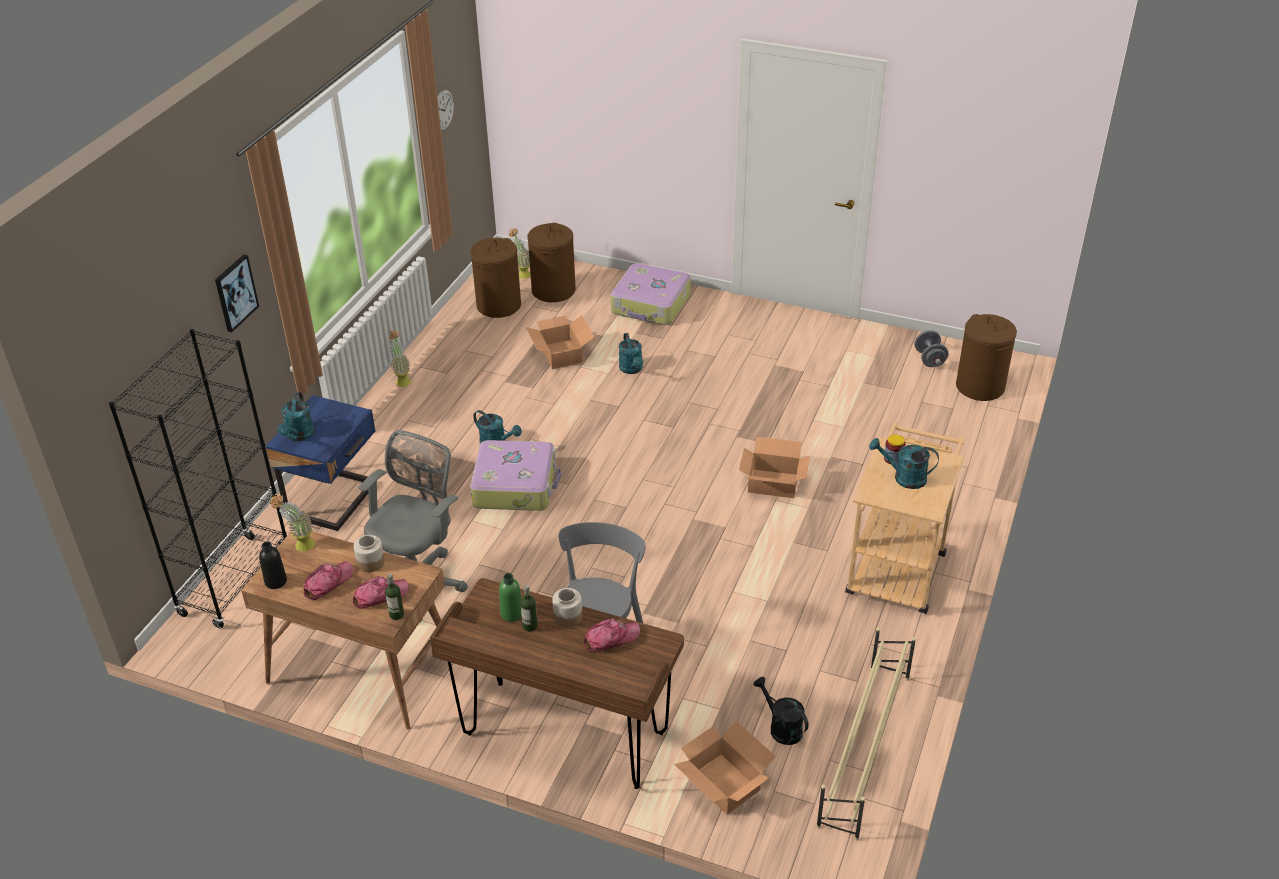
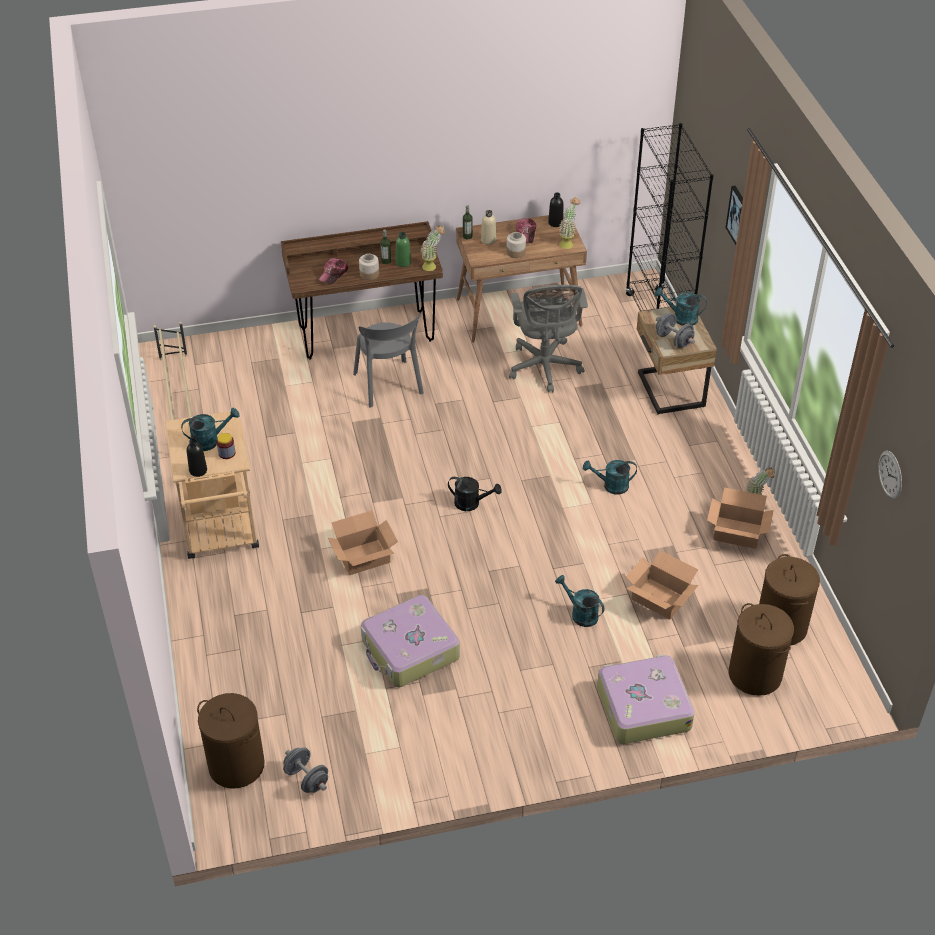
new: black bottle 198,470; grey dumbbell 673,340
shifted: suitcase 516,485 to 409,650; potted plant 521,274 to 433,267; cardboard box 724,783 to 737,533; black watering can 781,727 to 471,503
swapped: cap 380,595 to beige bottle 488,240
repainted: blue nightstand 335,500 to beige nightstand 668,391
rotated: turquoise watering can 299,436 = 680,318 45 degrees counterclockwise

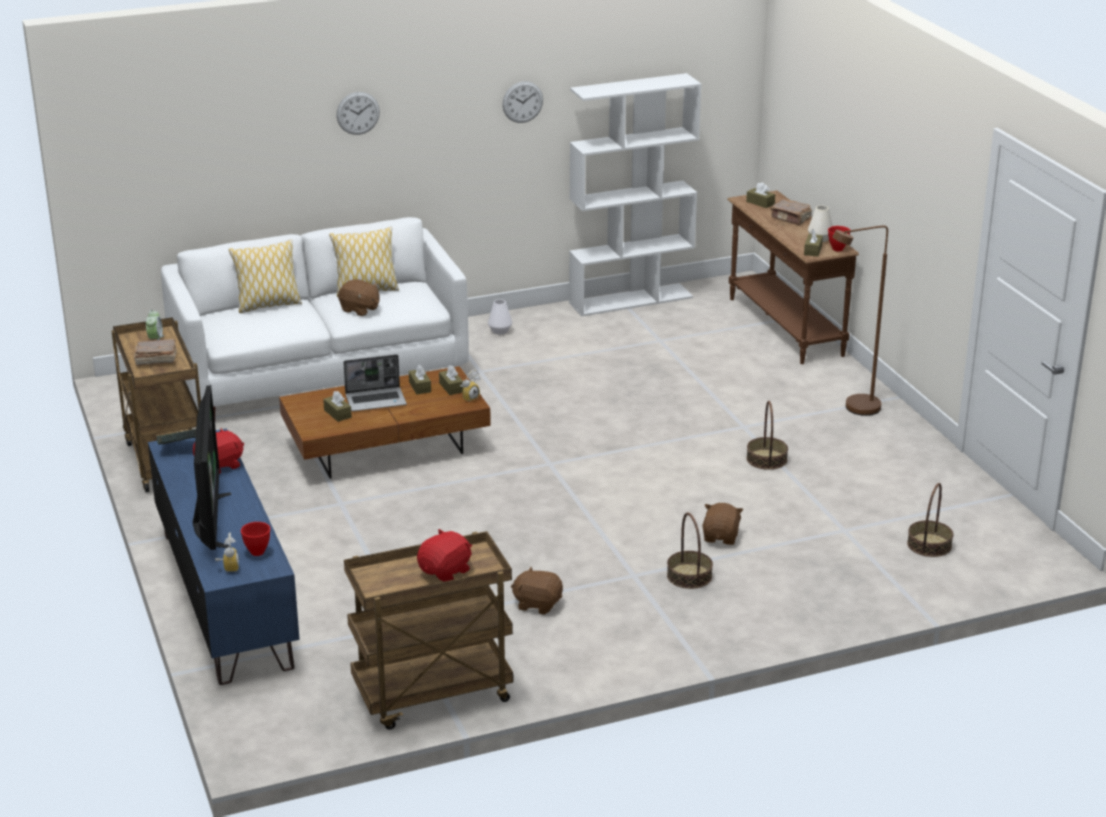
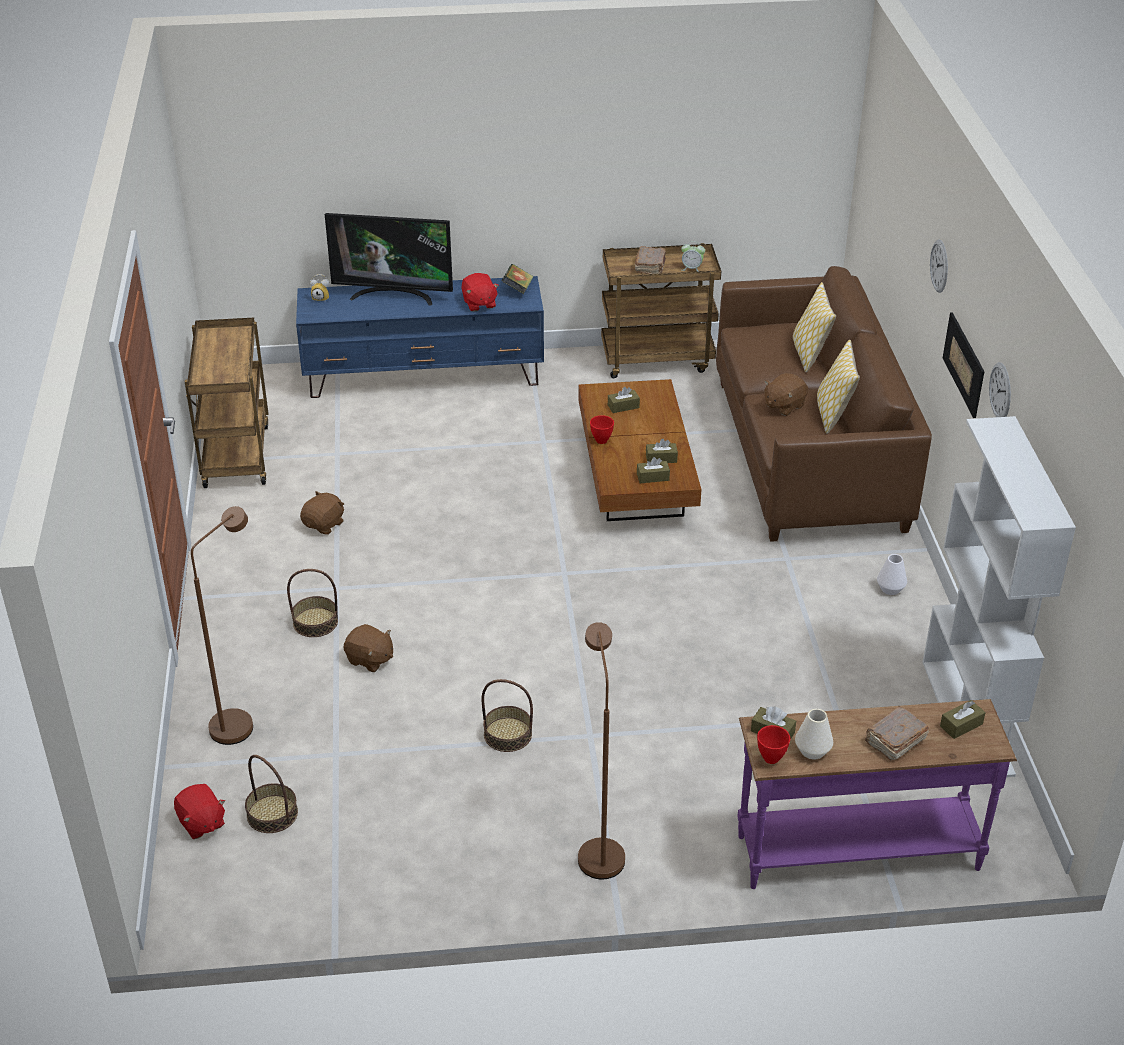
gone: laptop 376,400; alarm clock 469,398
new: brown floor lamp 239,721; picture 964,364
shifted: red bowl 258,552 to 601,441; red plush toy 446,571 to 201,823
repainted: white sofa 320,373 to brown sofa 809,454; brown console table 784,327 to purple console table 857,850

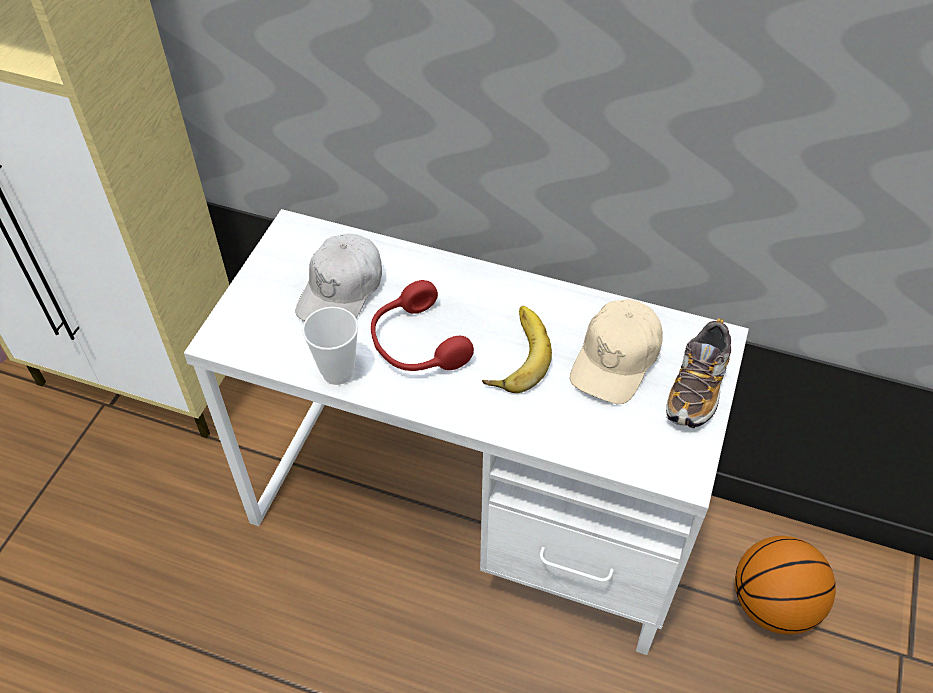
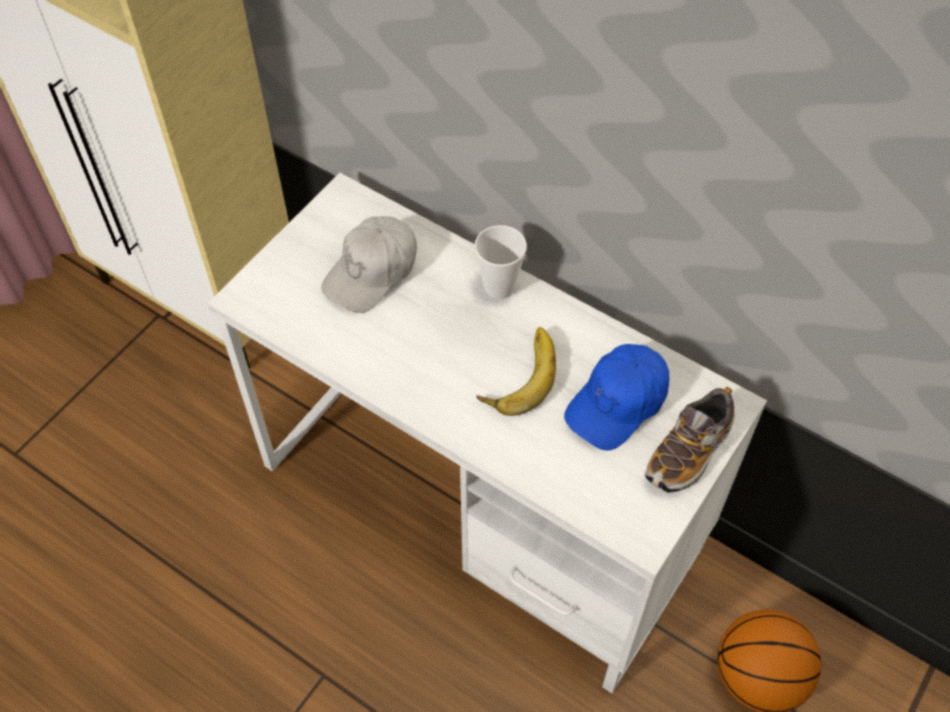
gone: red headphones 415,344
shifted: cup 337,372 to 499,287
repainted: beige cap 616,359 to blue cap 618,403

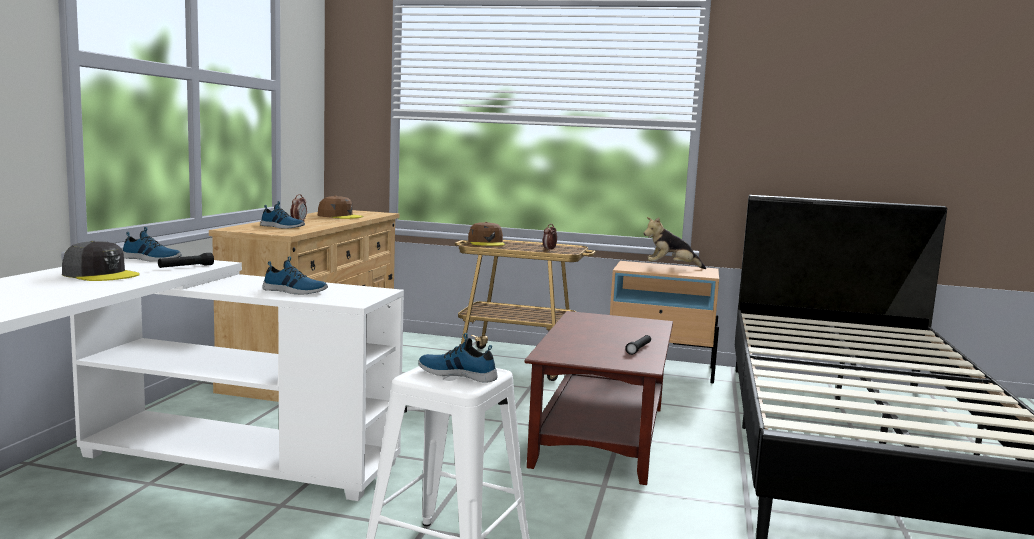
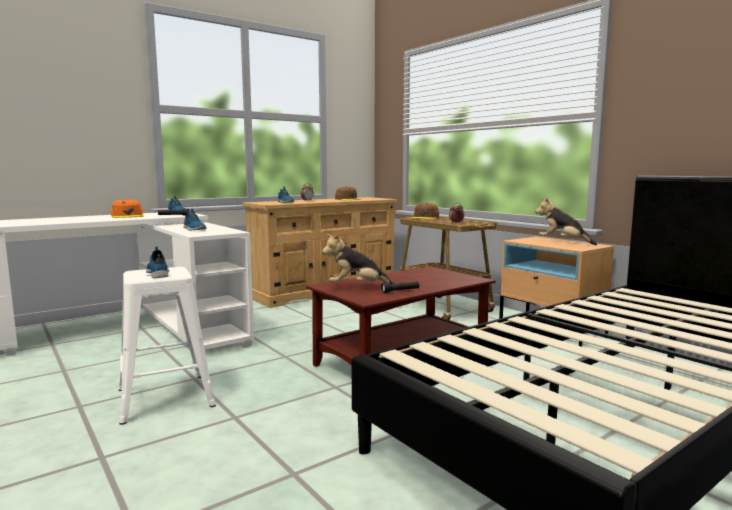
new: plush toy 357,287
repainted: grey cap 101,274 to orange cap 127,216

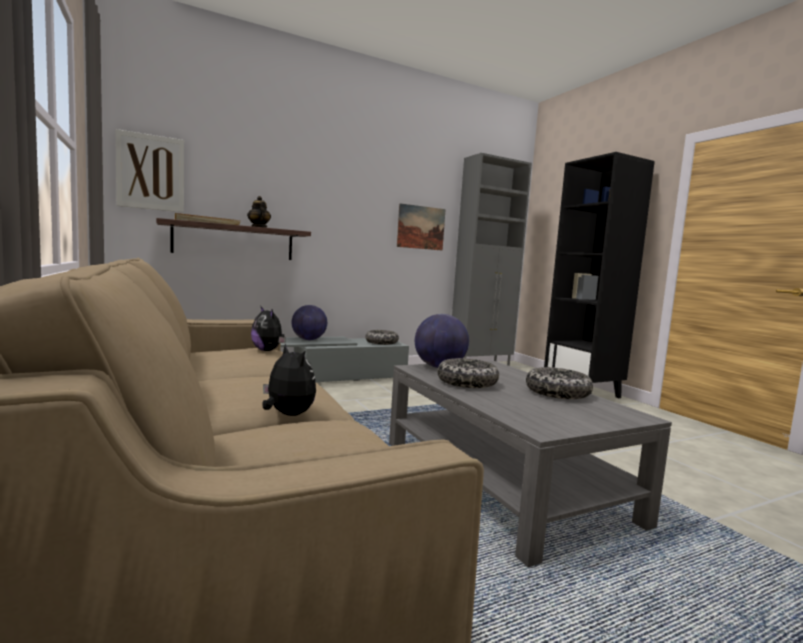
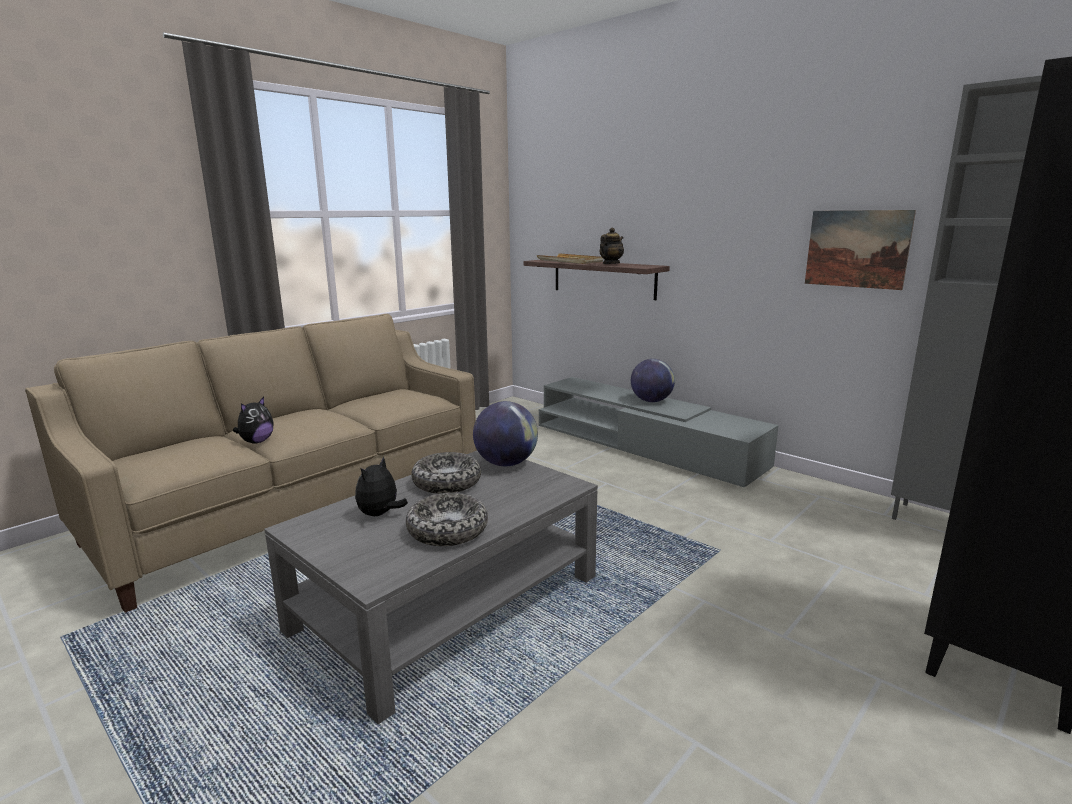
gone: picture 151,172; bowl 381,342
shifted: plush toy 268,350 to 380,514

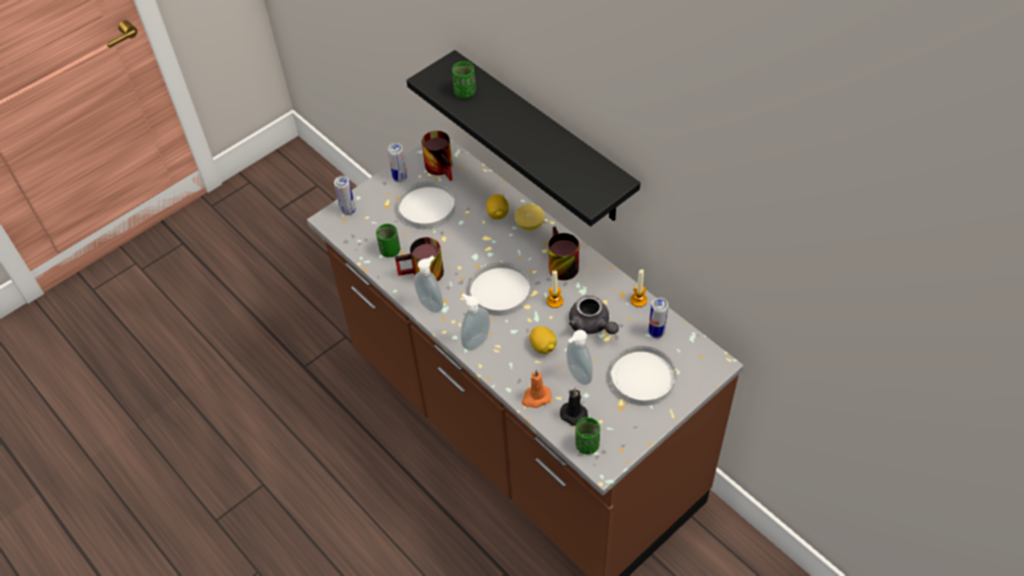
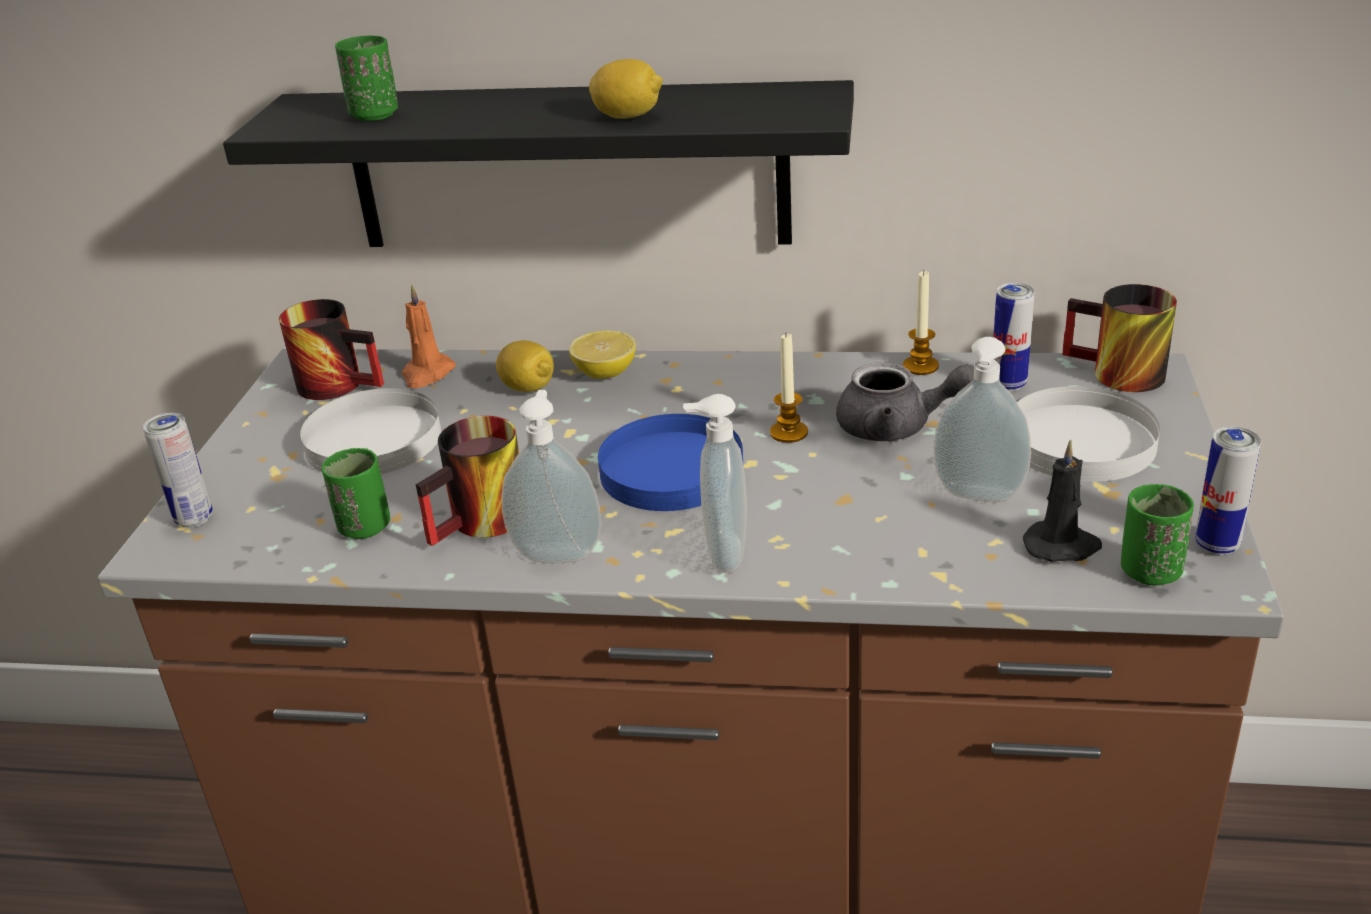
shifted: can 400,178 to 1217,545; orange candle 536,397 to 427,374; lemon 543,347 to 628,116; mug 559,264 to 1114,375
repainted: white plate 500,291 to blue plate 672,469

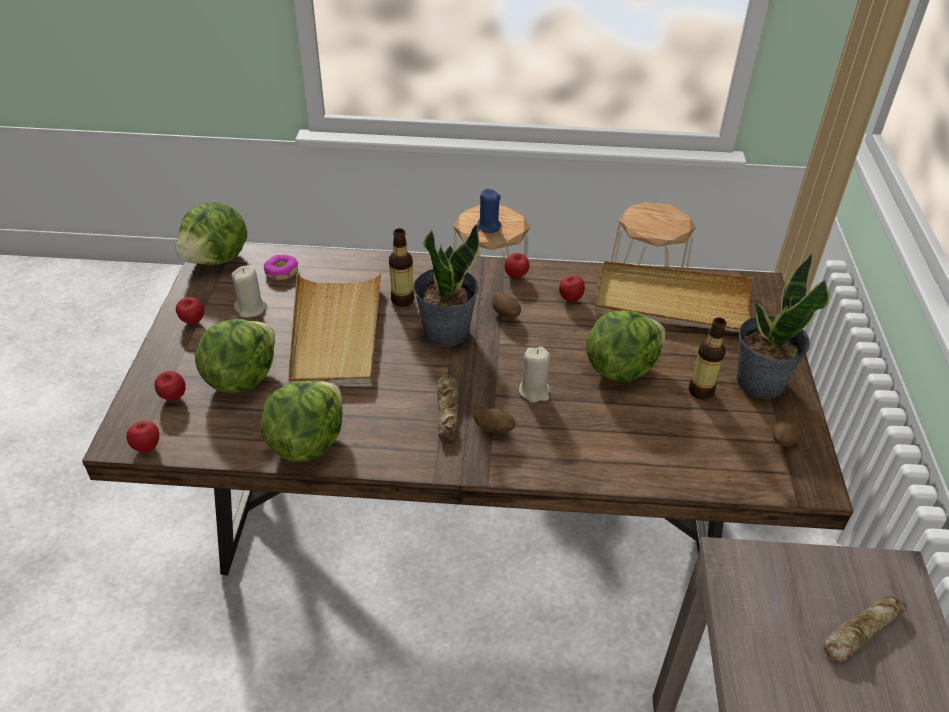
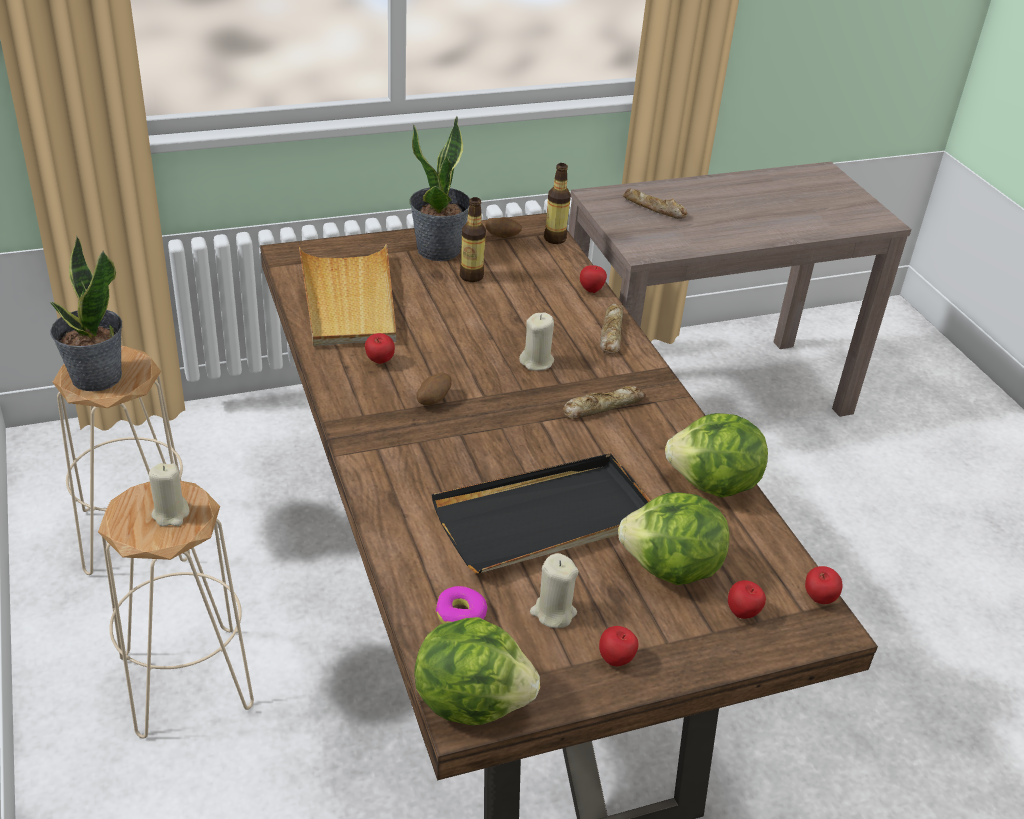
gone: potato 494,429; lettuce 620,367
new: bread 610,333
shifted: bottle 402,300 to 555,239; potted plant 445,331 to 96,377; apple 516,277 to 591,290
repainted: beige tray 335,333 to black tray 546,519; blue candle 488,226 to beige candle 171,514

